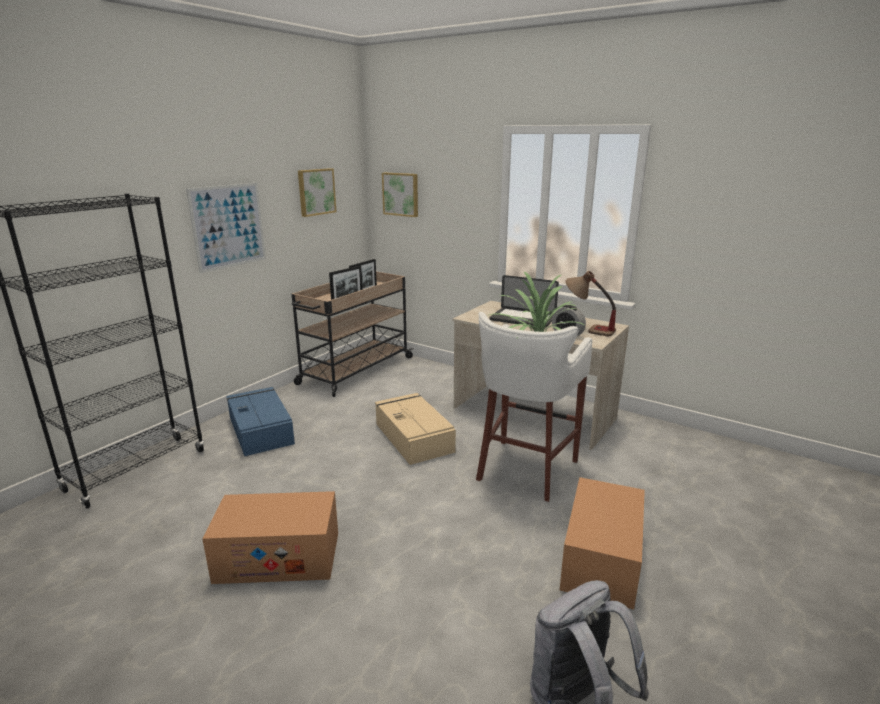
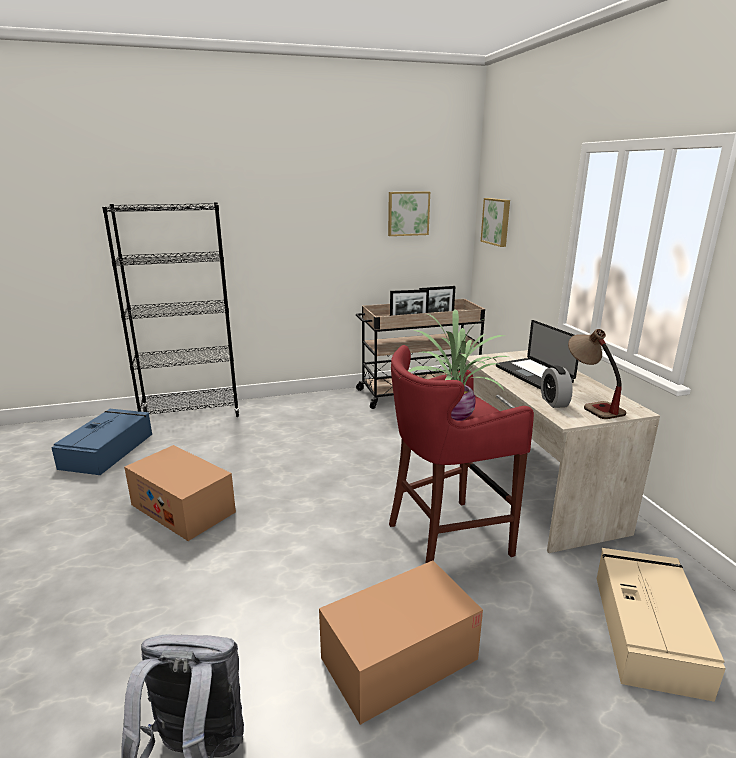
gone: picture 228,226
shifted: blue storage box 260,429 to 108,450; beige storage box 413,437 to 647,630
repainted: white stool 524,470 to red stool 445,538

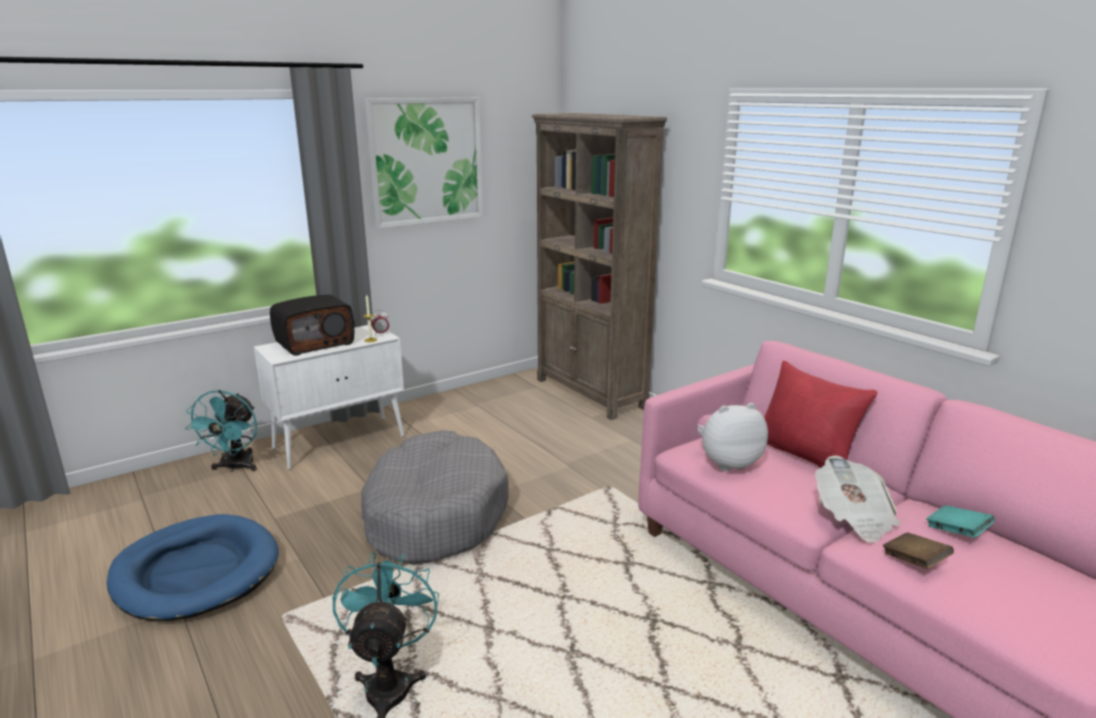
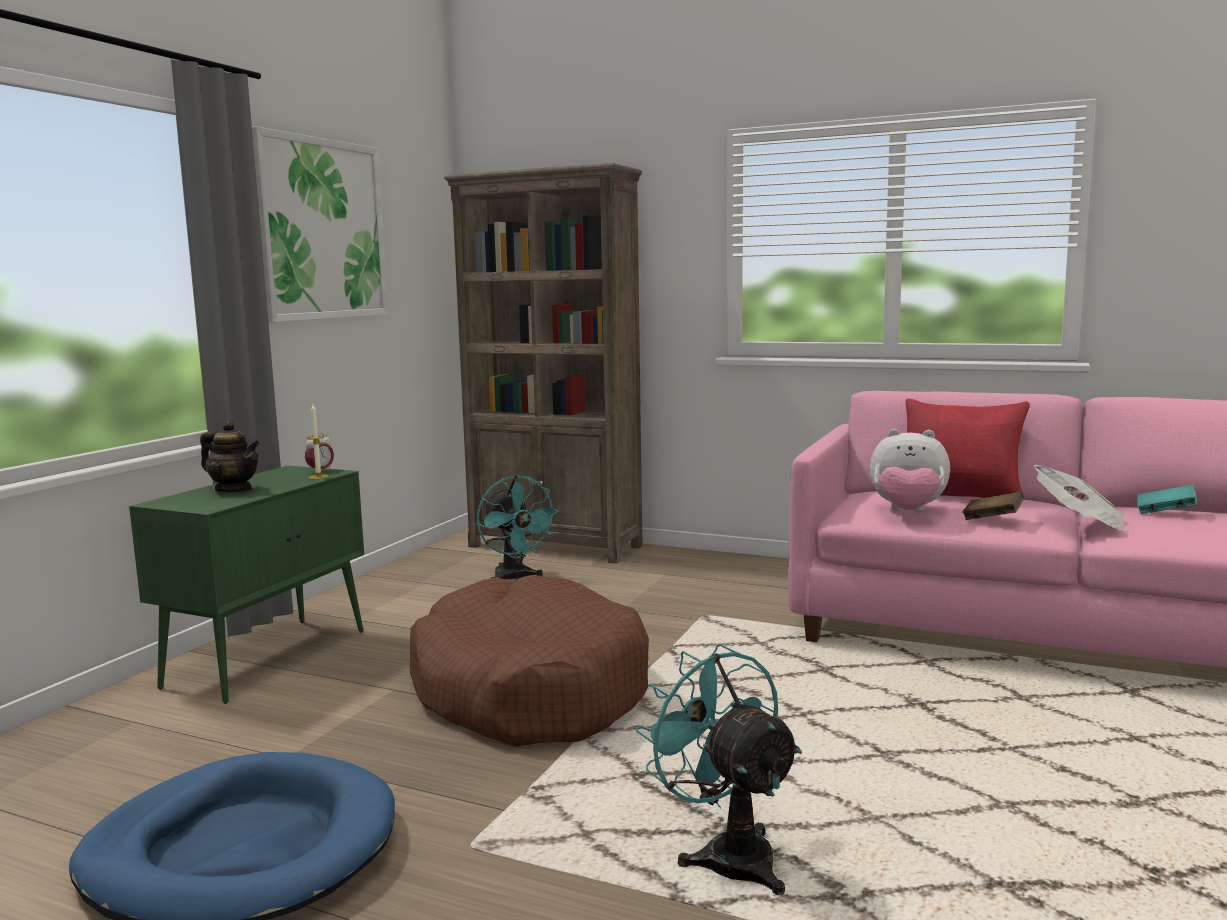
shifted: turquoise fan 235,467 to 515,579; brown book 914,562 to 992,519
swapped: radio 315,343 to teapot 234,490
repainted: white cabinet 340,442 to green cabinet 269,657; grey dog bed 434,514 to brown dog bed 529,691
rotated: plush toy 727,463 = 907,512 120 degrees counterclockwise

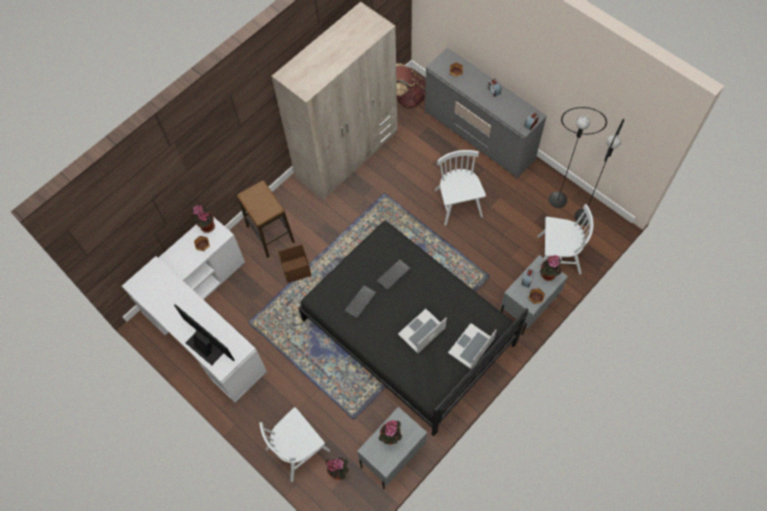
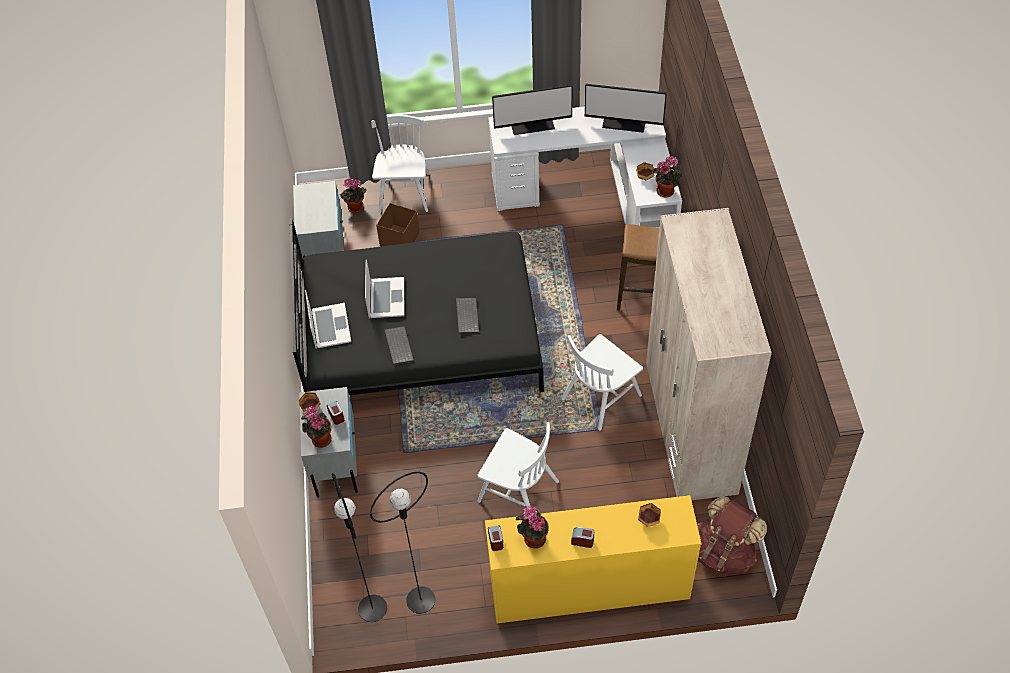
new: monitor 624,122
shifted: brown storage box 296,269 to 400,239; keyboard 360,302 to 398,346; potted plant 391,438 to 533,538; white chair 558,255 to 601,396
repainted: grey dresser 479,136 to yellow dresser 588,588

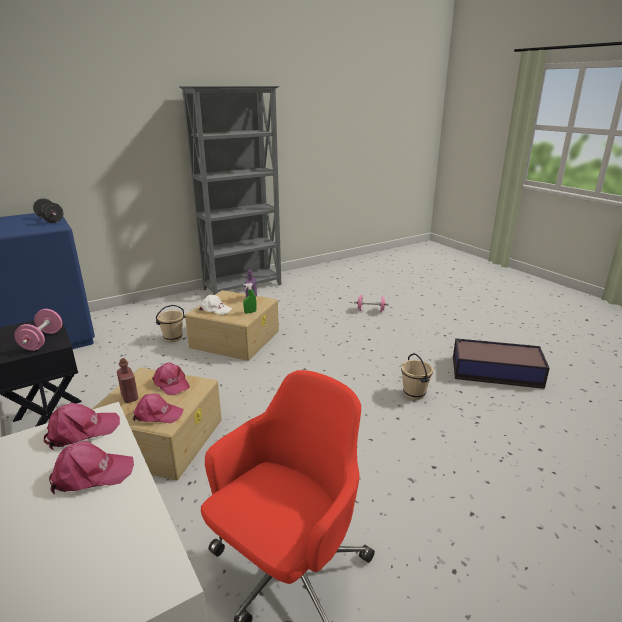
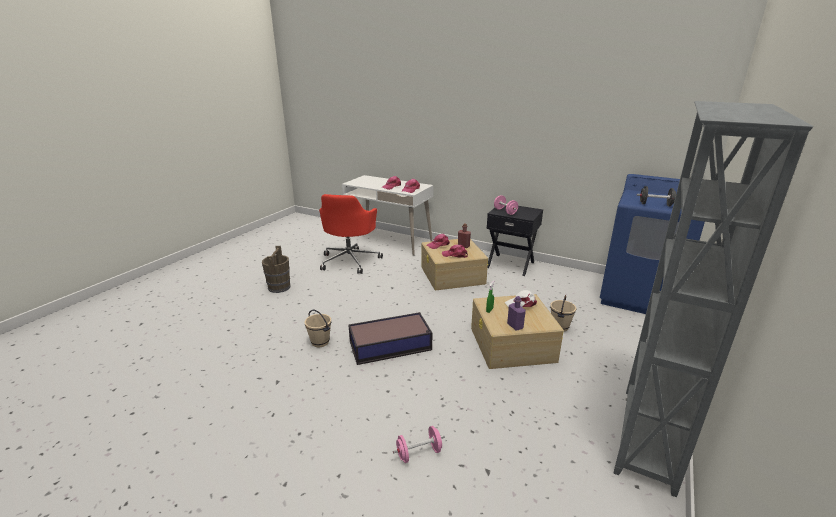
new: brown bucket 279,287
shifted: storage box 494,371 to 391,346

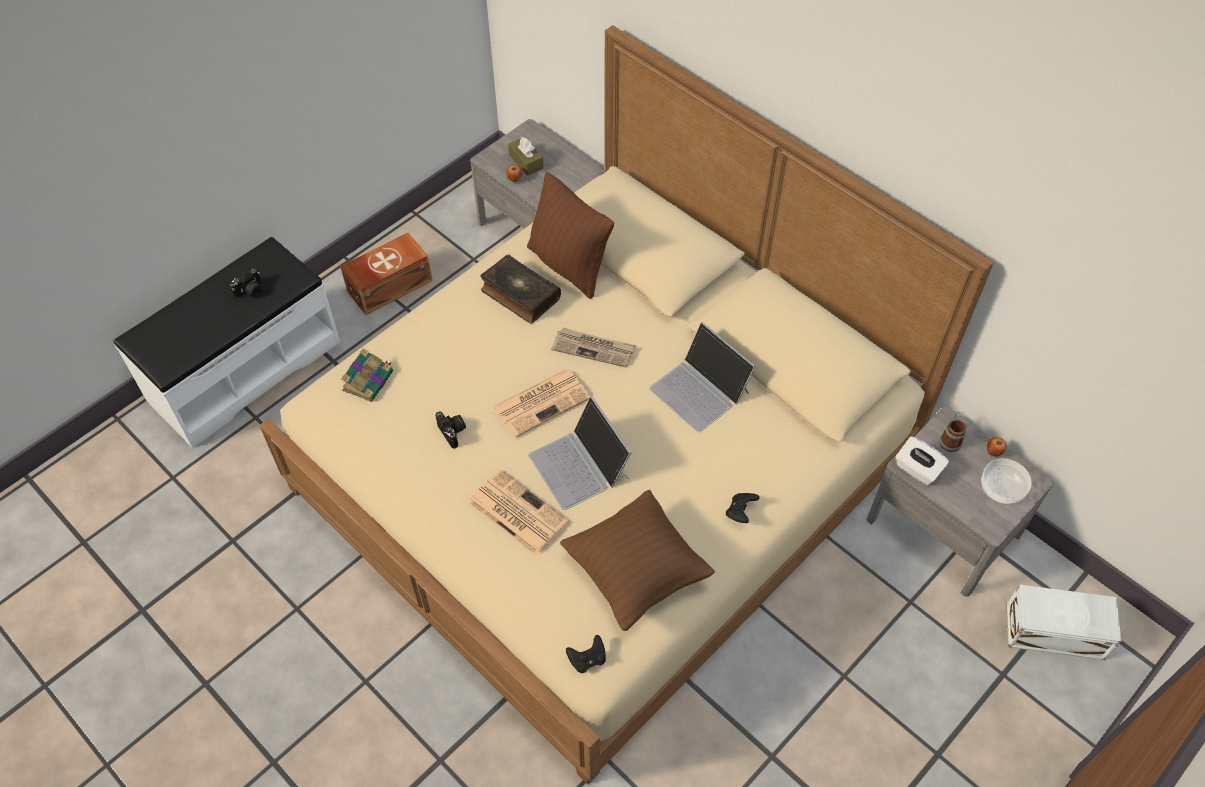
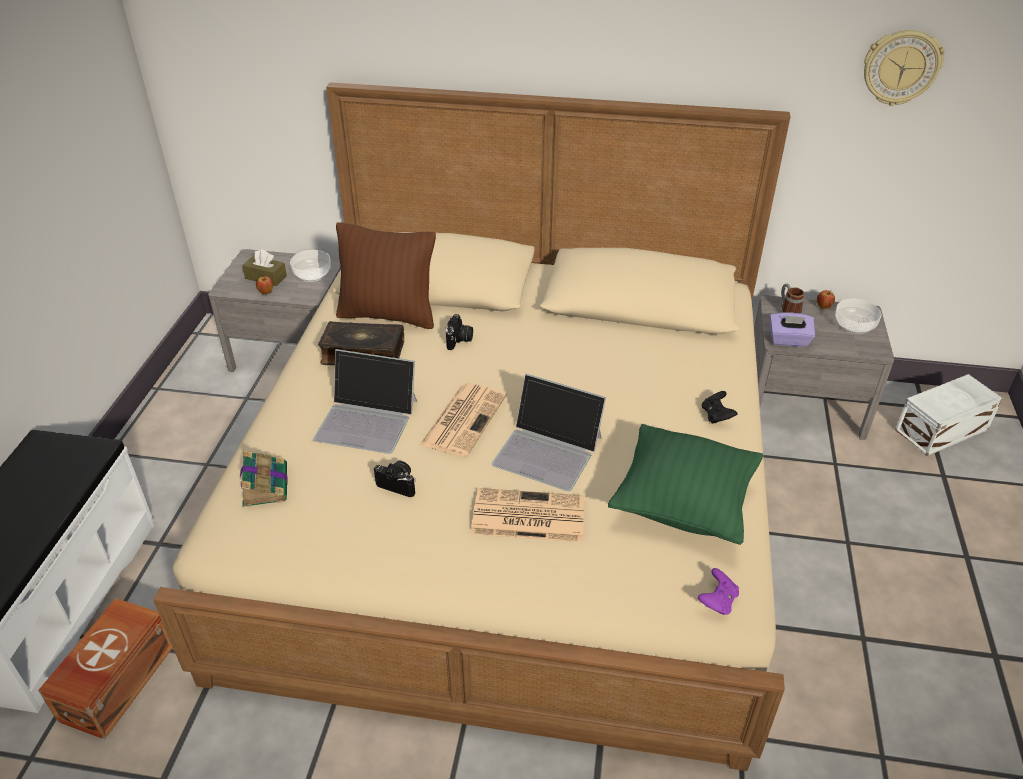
gone: newspaper 594,348
new: bowl 312,274; wall clock 901,67
shifted: photo camera 251,291 to 459,340; brown storage box 388,285 to 115,682; laptop 700,390 to 367,419
repainted: brown pillow 636,572 to green pillow 683,505; black game controller 587,659 to purple game controller 717,601; white tissue box 917,469 to purple tissue box 788,340

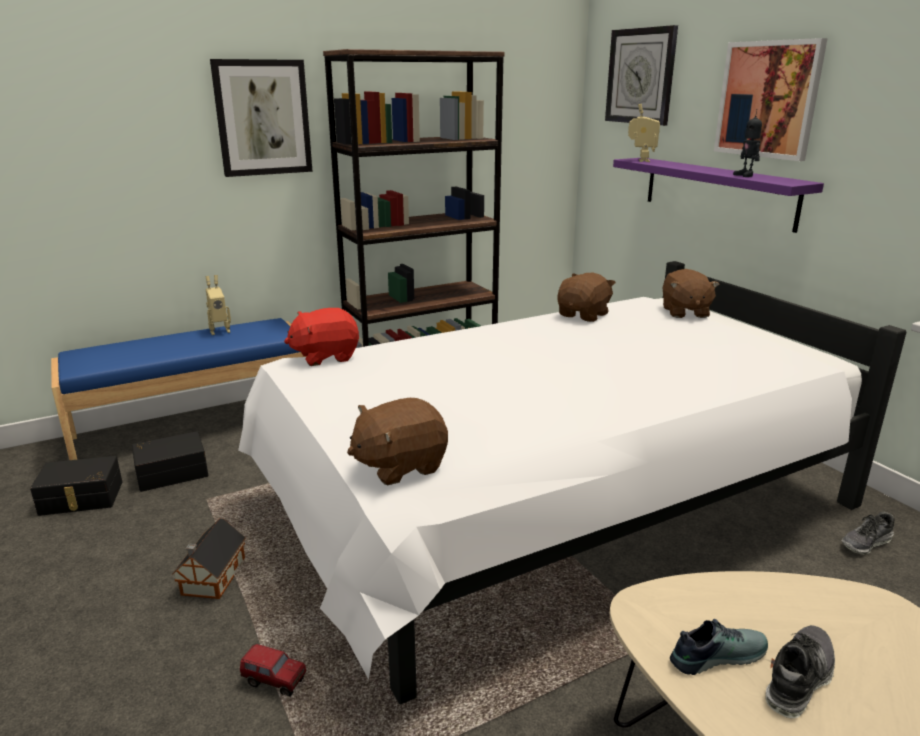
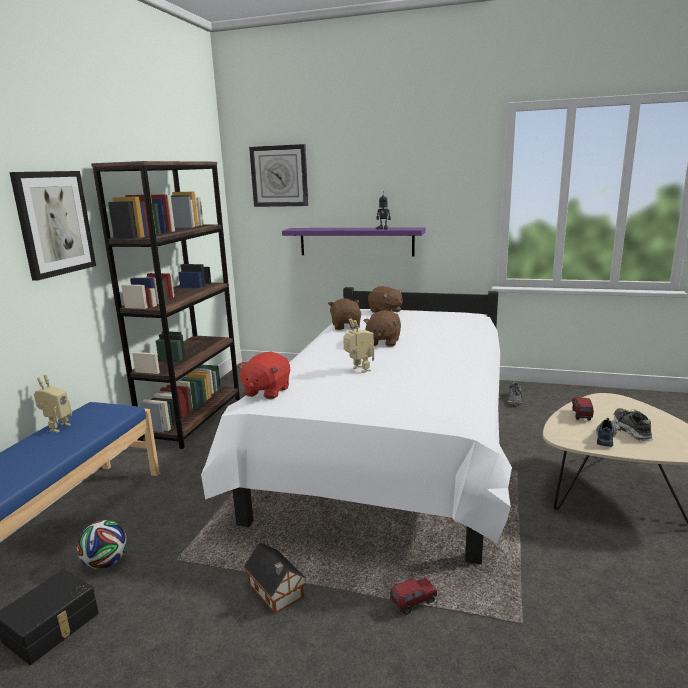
gone: picture 768,99
new: toy truck 581,415
shifted: brown plush toy 399,465 to 383,342; toy robot 640,161 to 359,370
swapped: black storage box 172,472 to football 106,563

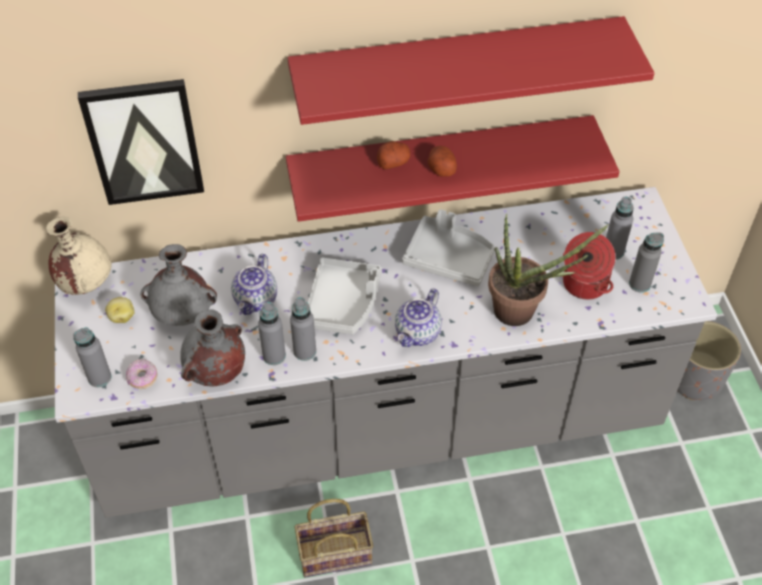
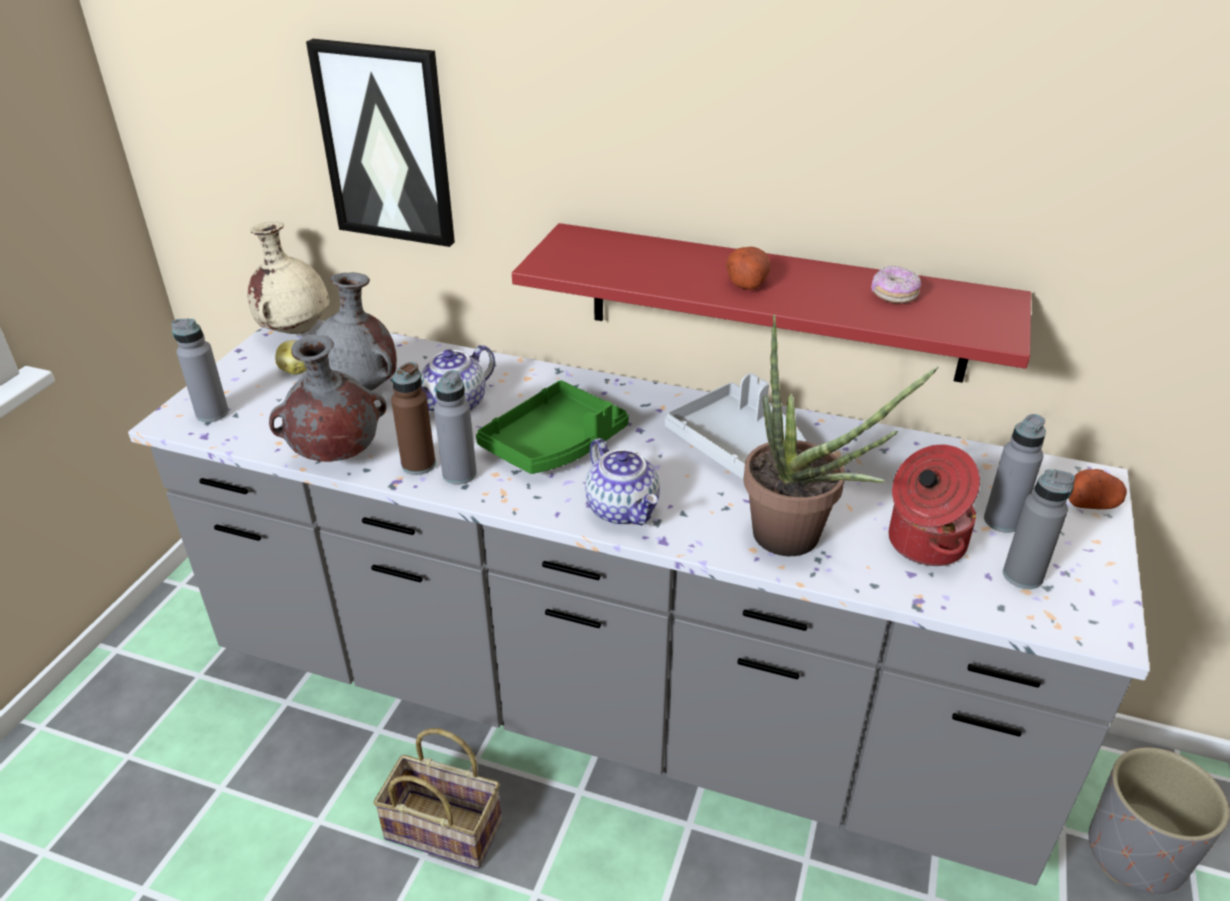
gone: red shelf 456,66
shifted: donut 142,378 to 893,295; potato 393,162 to 1092,503
repainted: grey bottle 274,356 to brown bottle 418,465; grey tray 343,303 to green tray 555,444
rotated: teapot 418,333 = 623,510 90 degrees counterclockwise

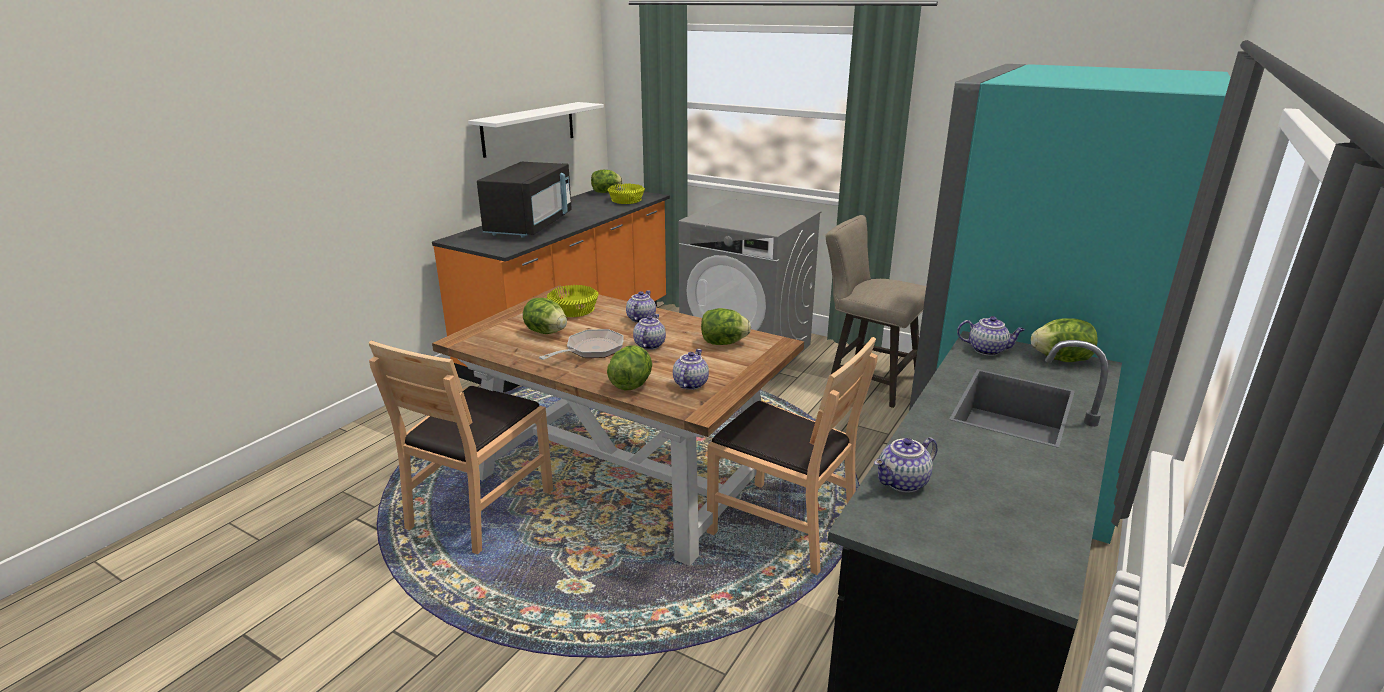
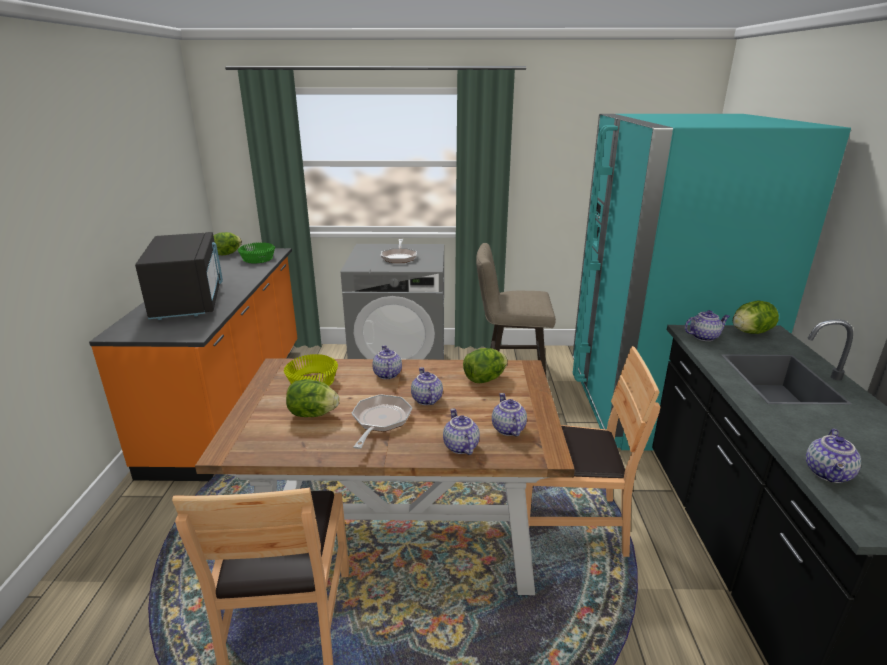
gone: white shelf 529,128
new: frying pan 399,257
swapped: lettuce 631,384 to teapot 460,446
repainted: yellow bowl 627,200 to green bowl 259,259

